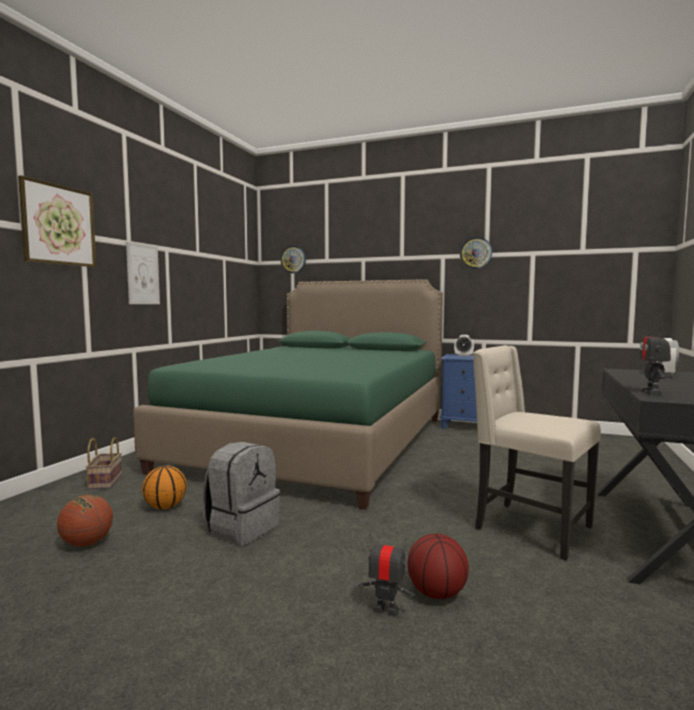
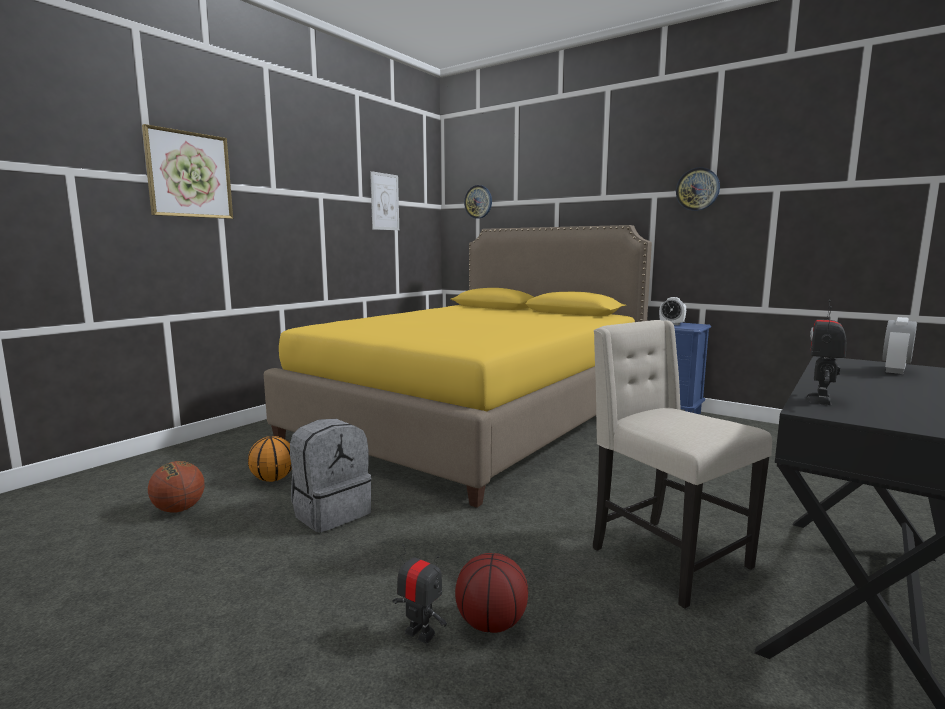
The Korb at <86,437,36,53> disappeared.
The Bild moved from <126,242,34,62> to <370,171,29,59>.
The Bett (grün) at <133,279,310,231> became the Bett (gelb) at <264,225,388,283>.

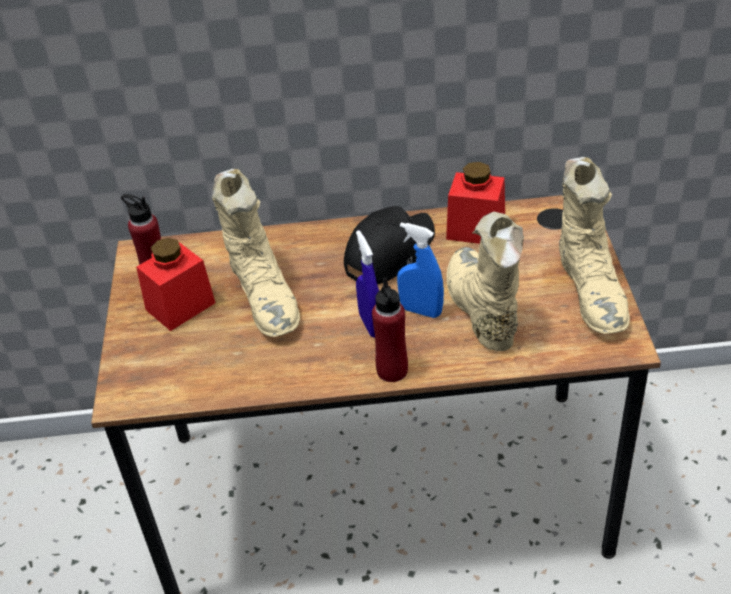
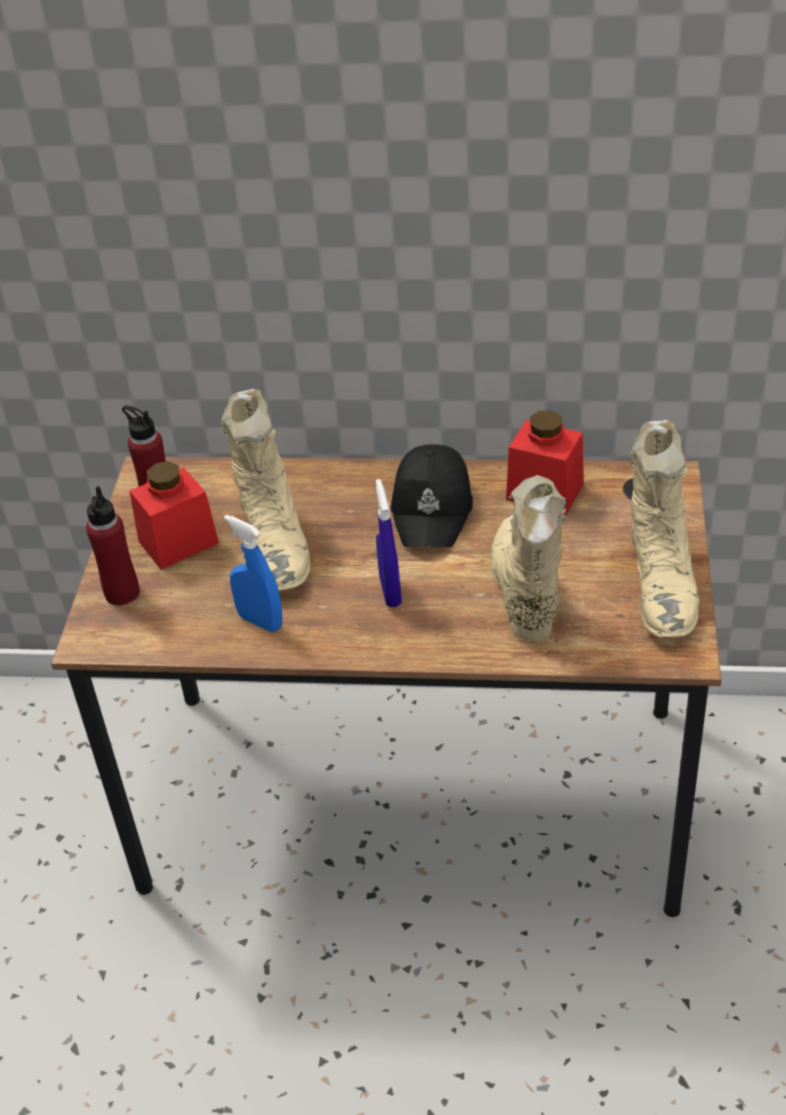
The Flasche (rot) moved from <372,278,36,104> to <86,487,54,118>.
The Sprühflasche (blau) moved from <397,222,47,96> to <224,515,58,117>.
The Kappe (schwarz) at <344,206,91,78> turned 135 degrees clockwise.

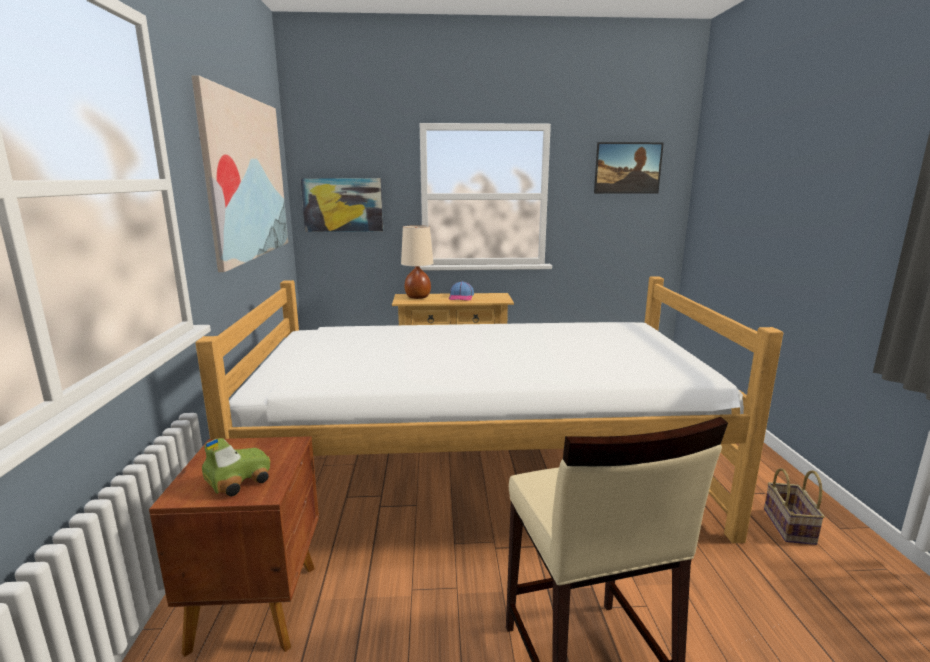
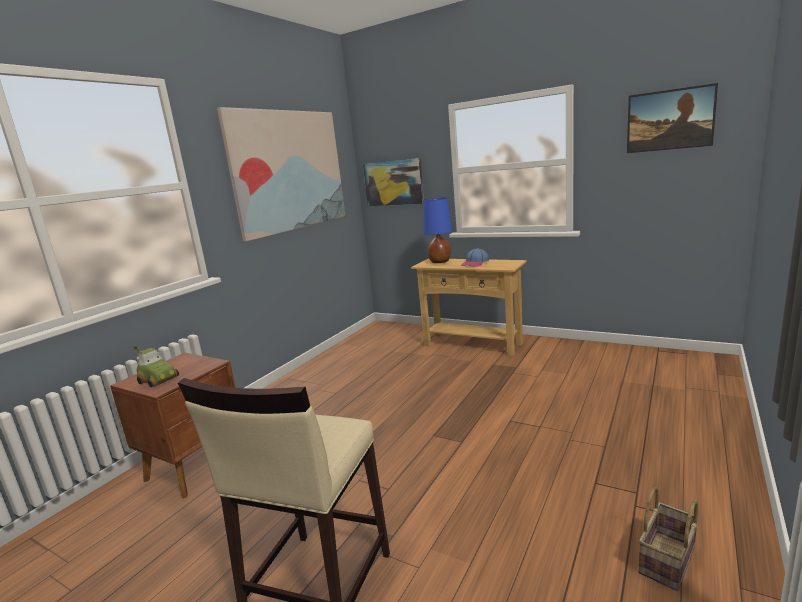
The Bett at <195,277,588,266> disappeared.
The Tischlampe (beige) at <401,225,33,74> became the Tischlampe (blau) at <423,198,29,65>.
The Spielzeugauto at <202,438,69,58> turned 45 degrees clockwise.

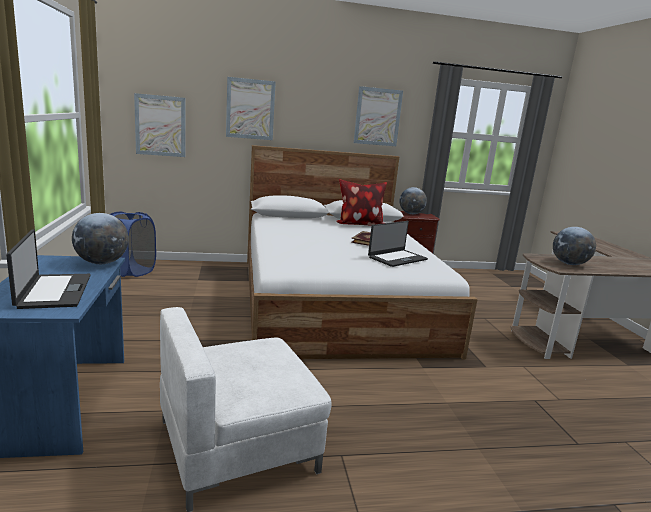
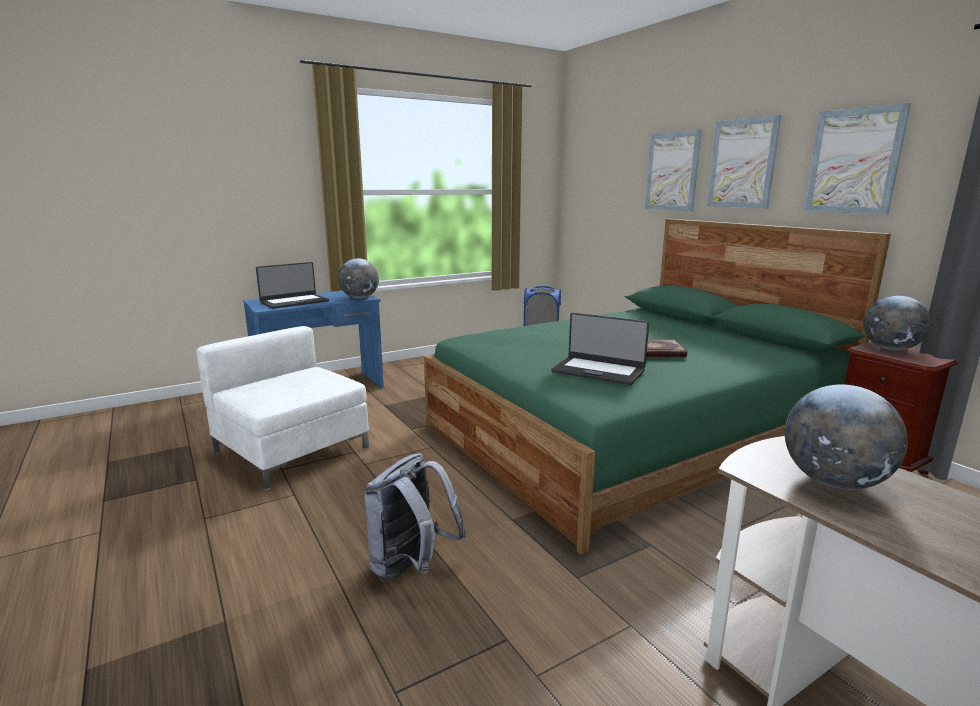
The Kissen at <337,179,50,47> disappeared.
The Rucksack (grau) at <365,453,101,127> appeared.
The Bild moved from <134,93,51,64> to <707,115,74,93>.
The Bett (weiß) at <247,145,231,214> became the Bett (grün) at <424,219,467,336>.

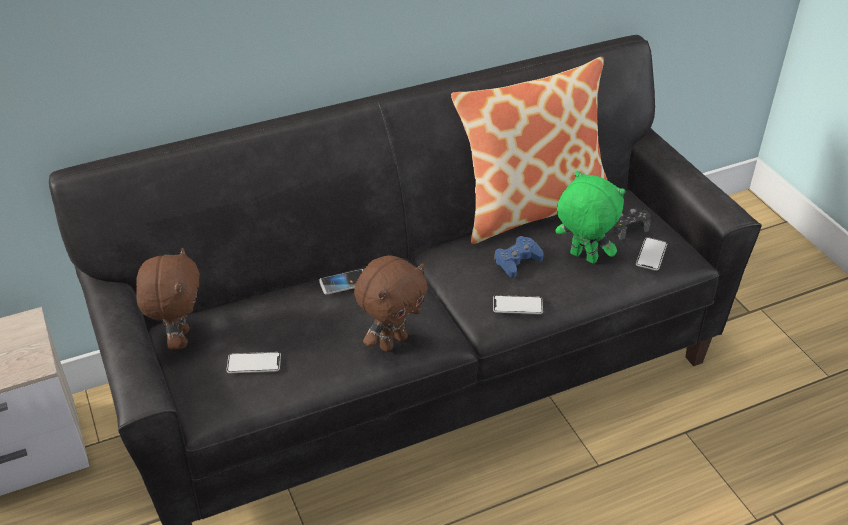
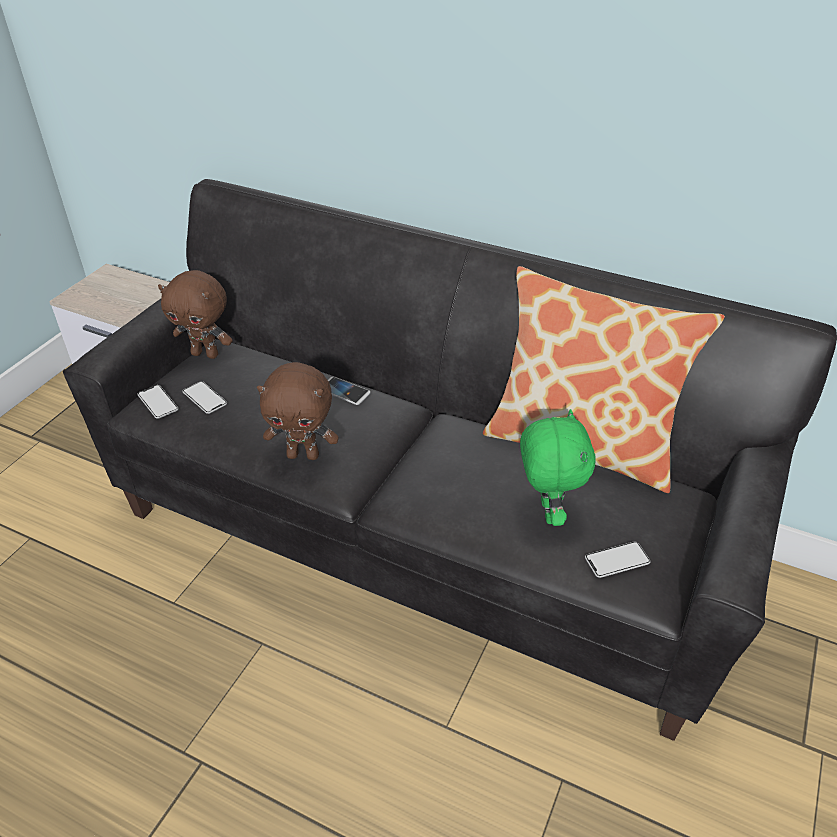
The Gamepad (blau) at <494,236,50,42> disappeared.
The Gamepad (schwarz) at <610,208,41,32> disappeared.
The Handy moved from <493,295,50,19> to <138,385,40,34>.
The Plüschtier (braun) at <136,247,64,102> turned 60 degrees clockwise.

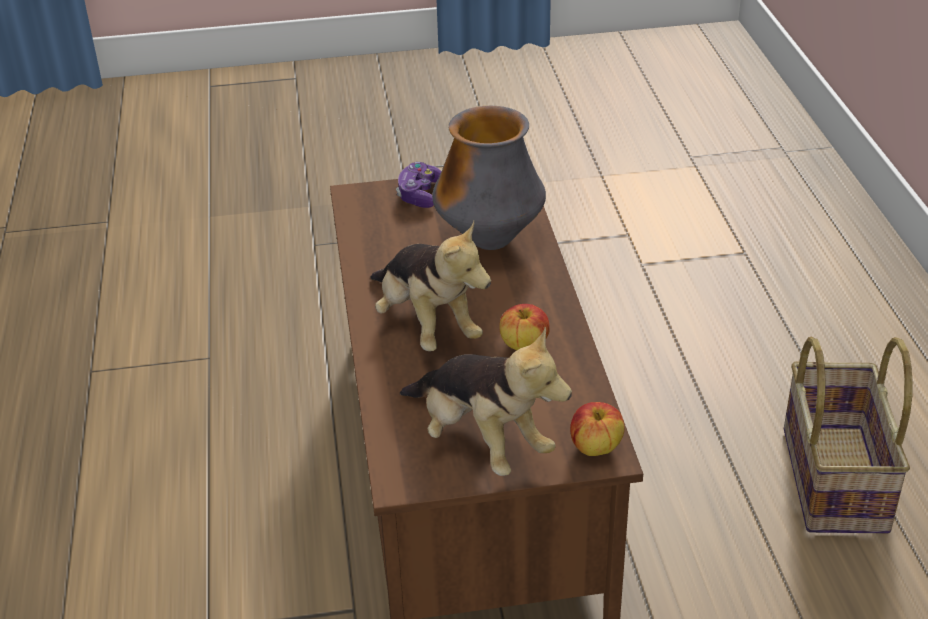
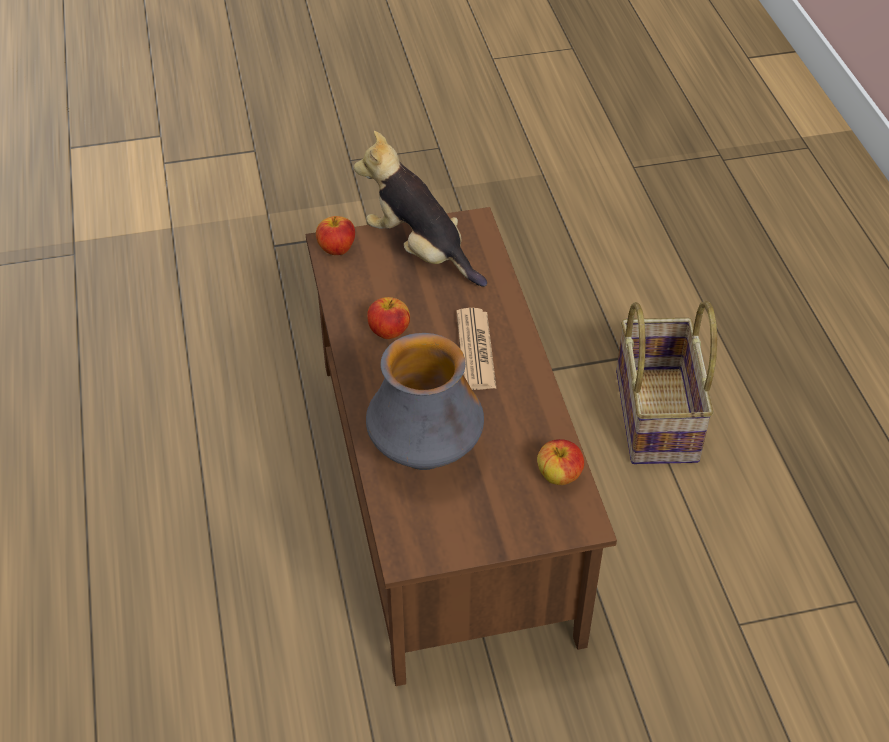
The Gamepad at <396,162,45,46> disappeared.
The Apfel at <537,439,47,46> appeared.
The Korb moved from <784,337,129,196> to <616,300,101,164>.
The Plüschtier at <370,221,121,130> was replaced by the Zeitung at <456,308,40,82>.

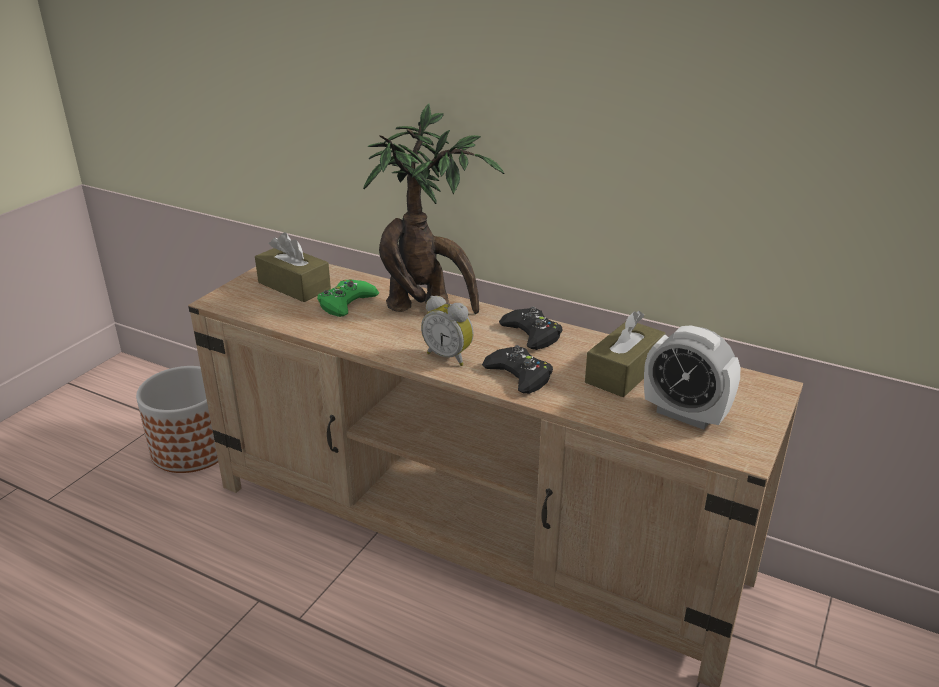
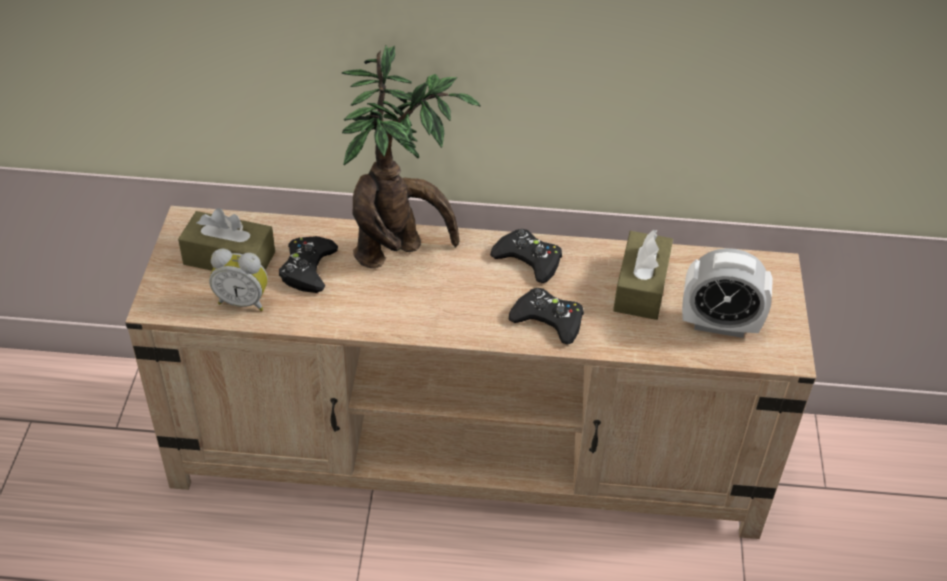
The Pflanzkübel at <136,366,82,107> disappeared.
The Wecker moved from <421,296,53,70> to <209,249,59,62>.
The Gamepad (grün) at <317,279,62,38> became the Gamepad (schwarz) at <279,236,59,57>.

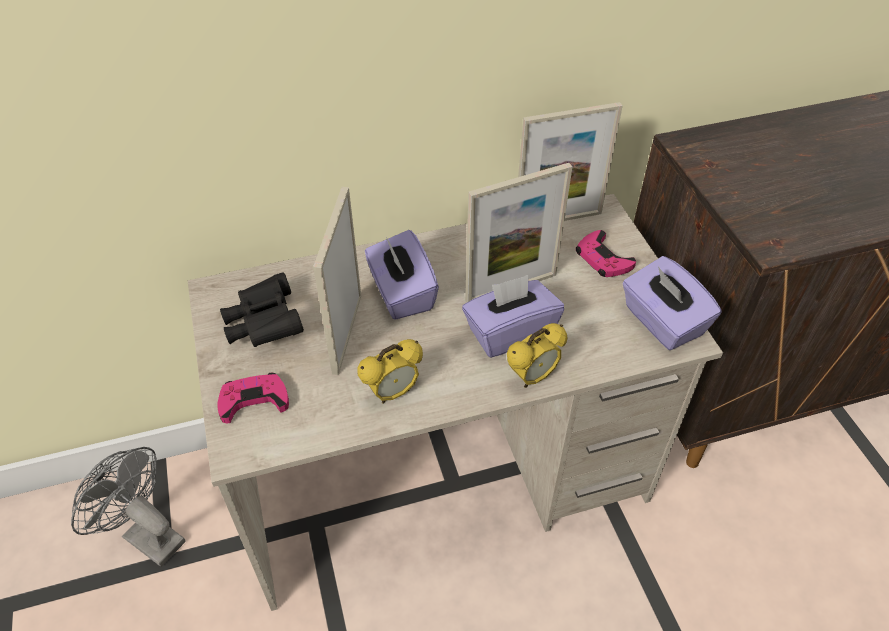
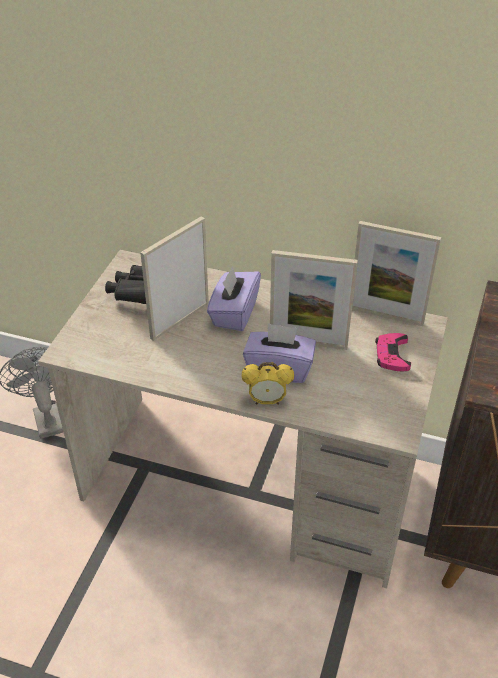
The Gamepad (rosa) at <217,373,72,50> disappeared.
The Wecker at <358,339,65,65> disappeared.
The Taschentuchbox (lila) at <622,256,100,94> disappeared.

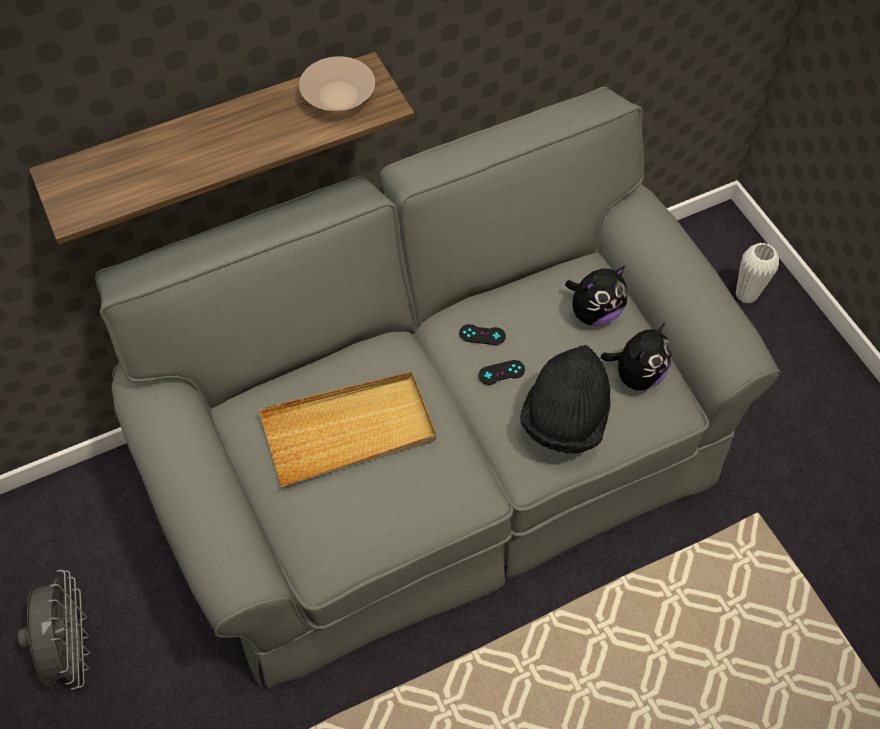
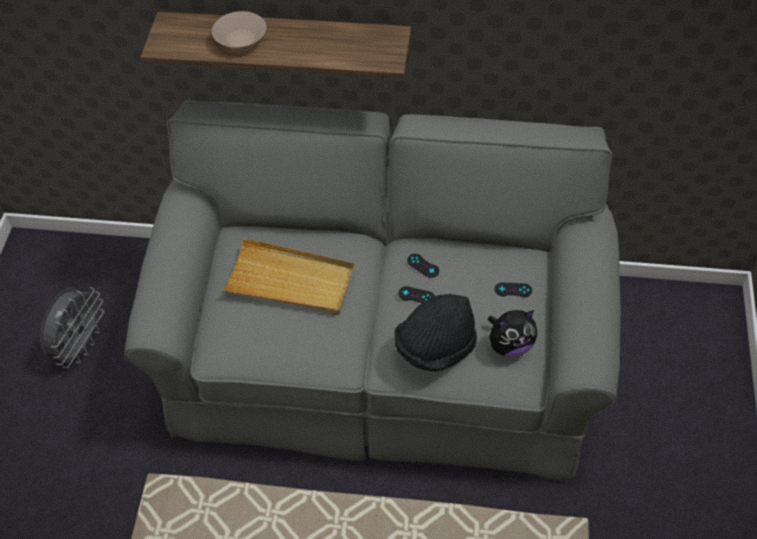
The Vase (weiß) at <736,243,43,60> disappeared.
The Schüssel (beige) moved from <299,56,76,55> to <212,11,54,38>.
The Plüschtier at <565,266,63,60> was replaced by the Gamepad (schwarz) at <495,282,37,15>.

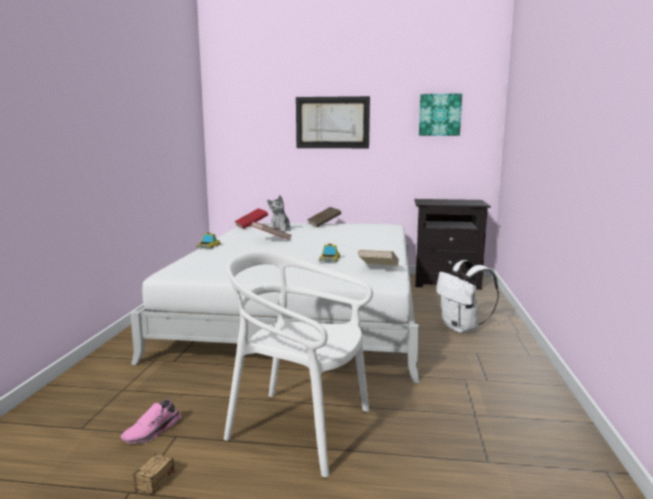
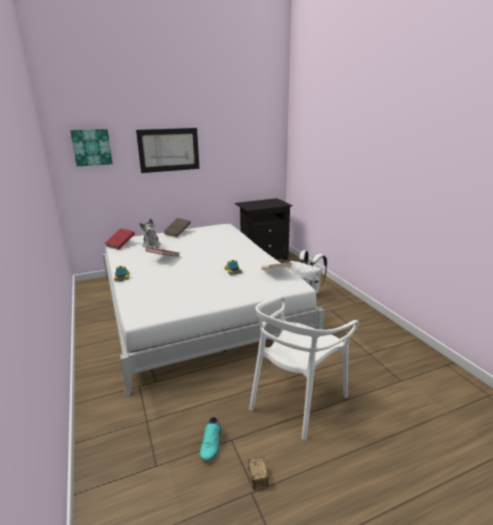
The Bild moved from <419,93,43,43> to <70,129,43,37>.
The Schuh (rosa) at <121,399,60,45> became the Schuh (türkis) at <200,417,22,44>.
The Stuhl (weiß) at <224,251,149,226> turned 45 degrees counterclockwise.

